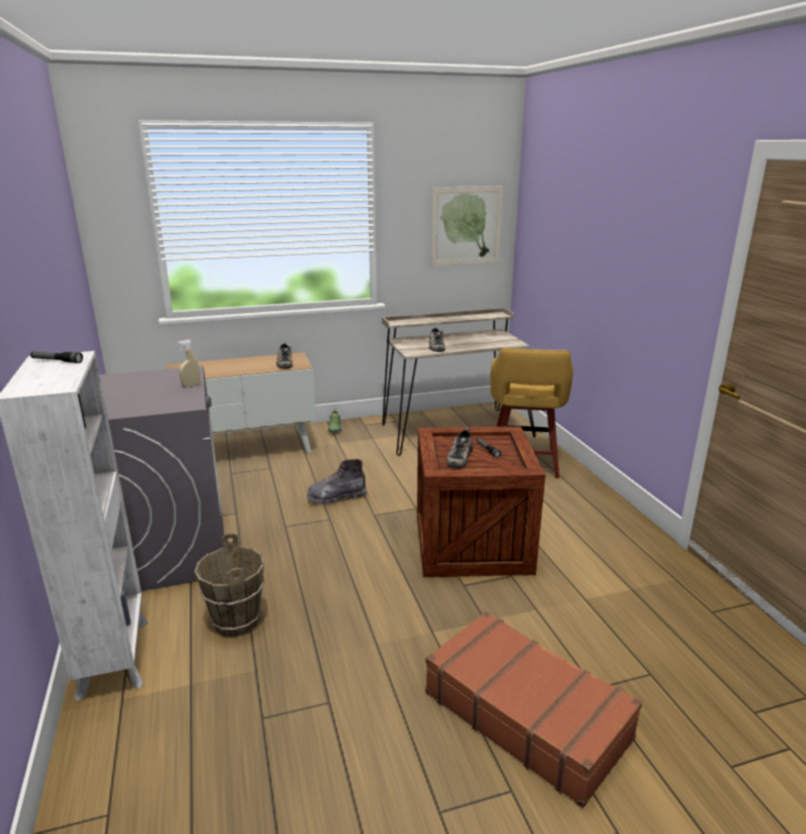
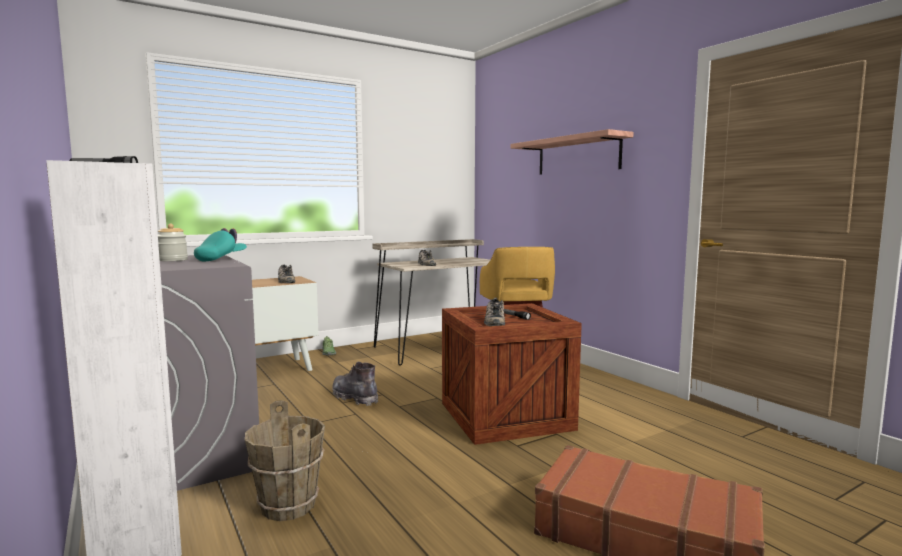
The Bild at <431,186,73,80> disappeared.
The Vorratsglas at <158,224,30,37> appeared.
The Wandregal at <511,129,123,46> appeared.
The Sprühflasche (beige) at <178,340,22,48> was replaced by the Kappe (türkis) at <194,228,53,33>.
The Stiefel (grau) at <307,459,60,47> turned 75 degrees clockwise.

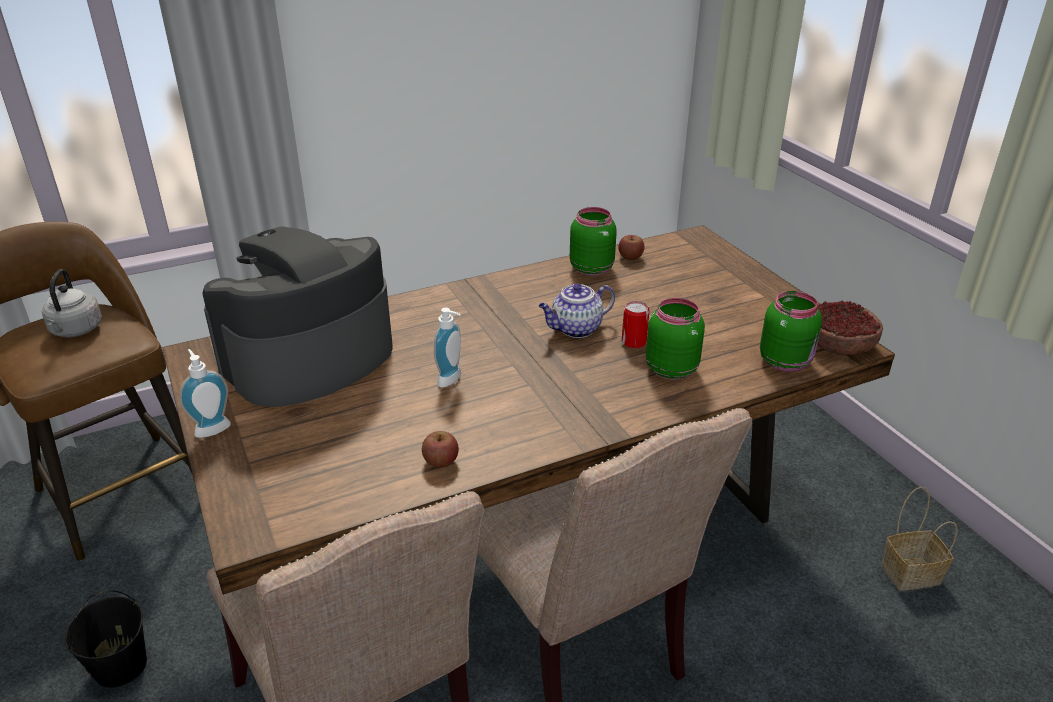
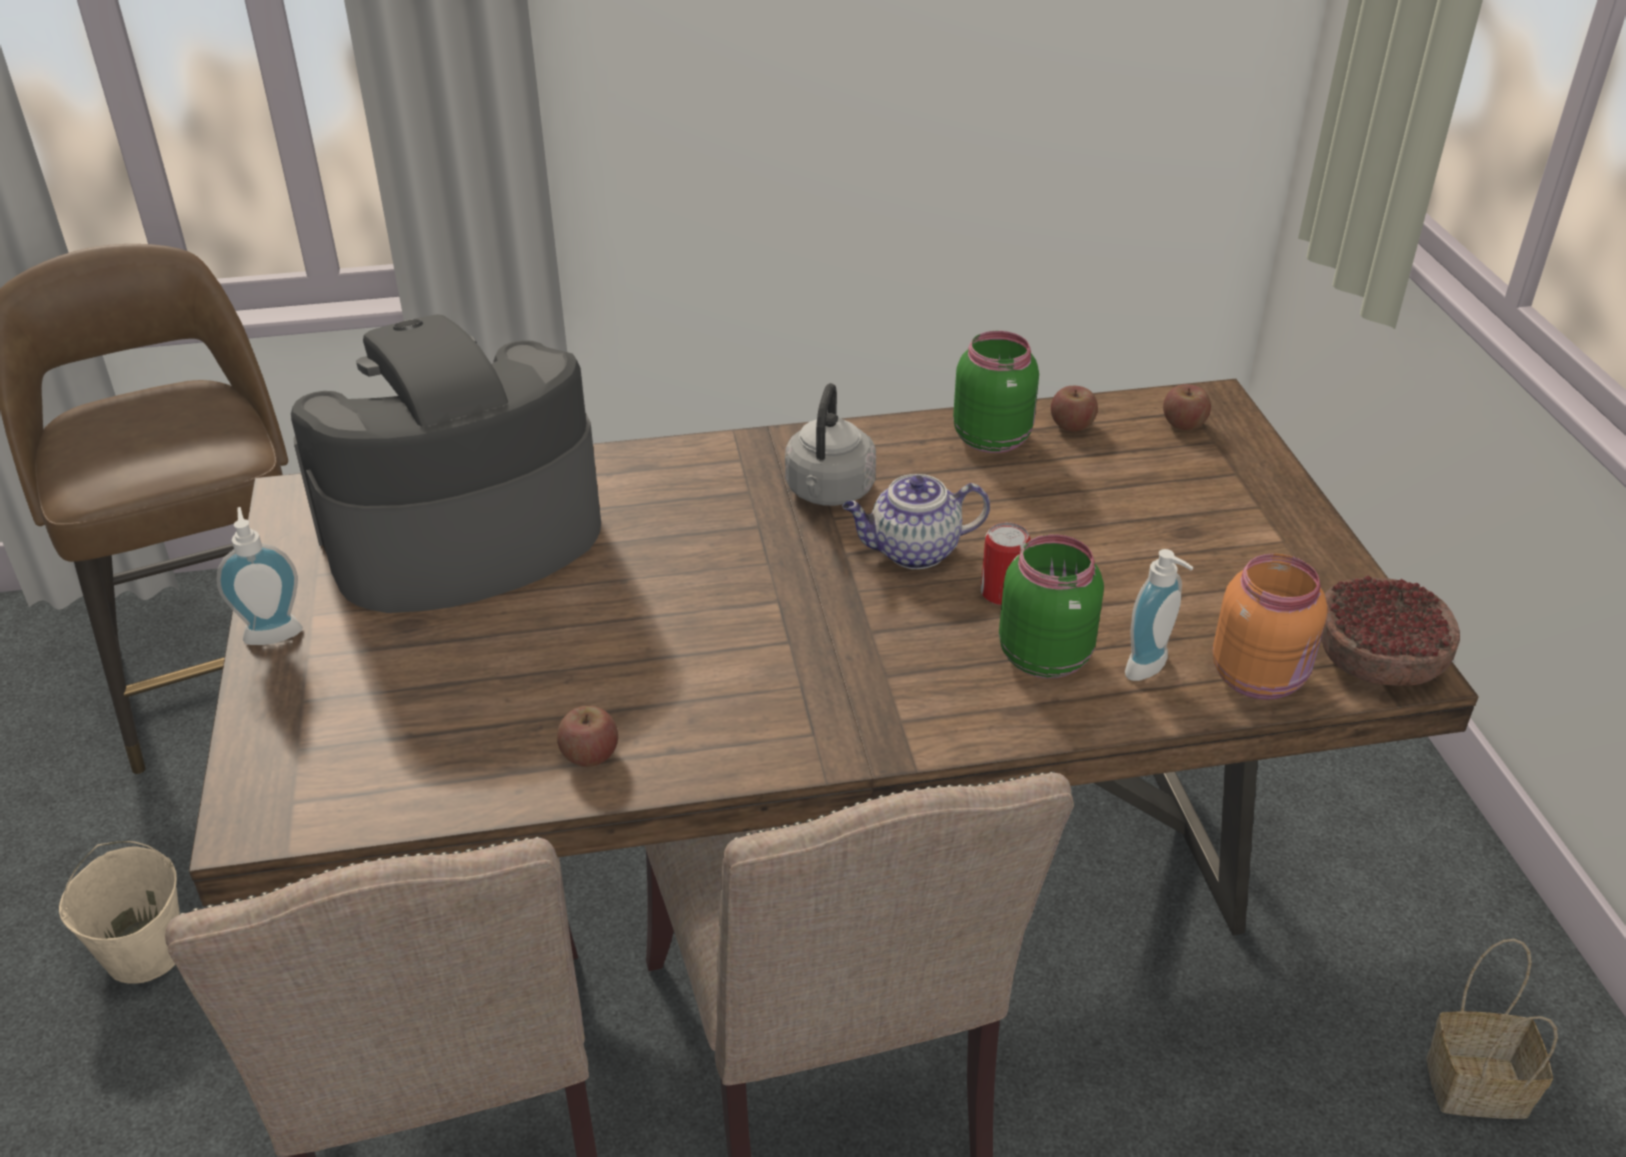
The Apfel at <1163,384,48,46> appeared.
The Wasserkessel (grau) moved from <42,269,60,68> to <785,383,91,123>.
The Seifenspender moved from <434,308,27,80> to <1125,549,69,132>.
The Eimer (schwarz) at <65,590,82,98> became the Eimer (beige) at <59,841,121,143>.
The Vorratsglas (grün) at <760,291,62,81> became the Vorratsglas (orange) at <1213,553,115,147>.

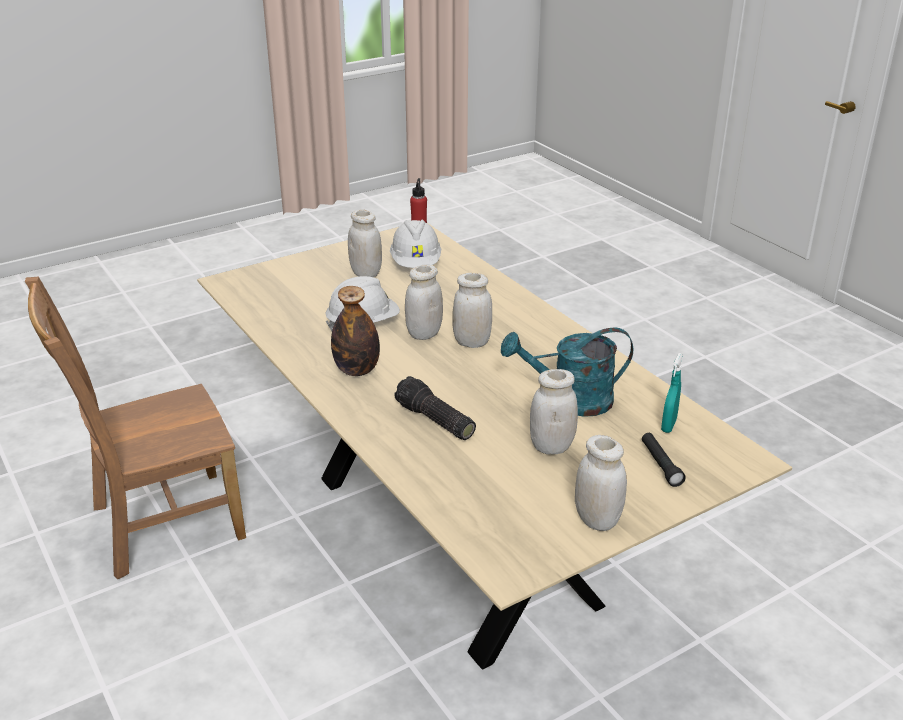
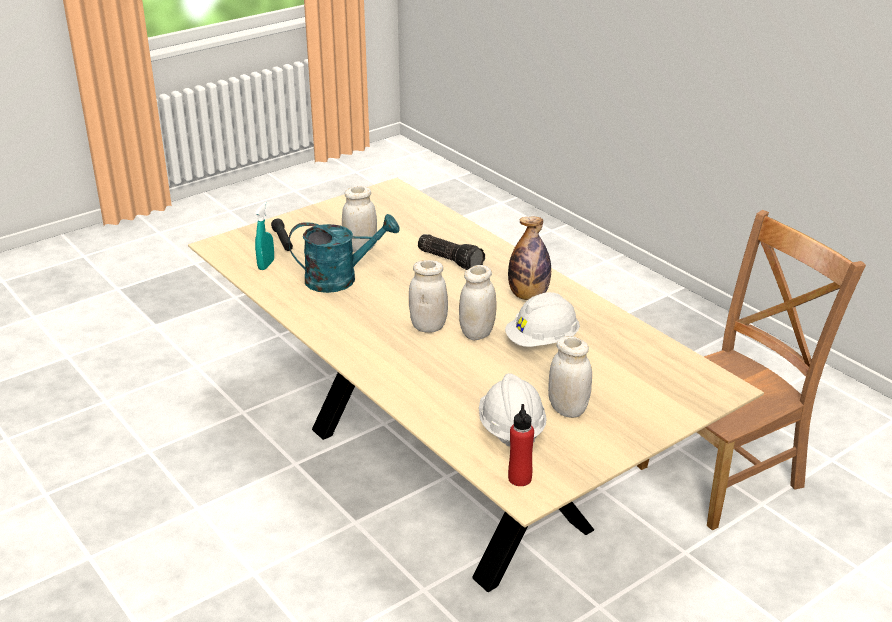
The Vorratsglas (weiß) at <575,435,52,96> disappeared.

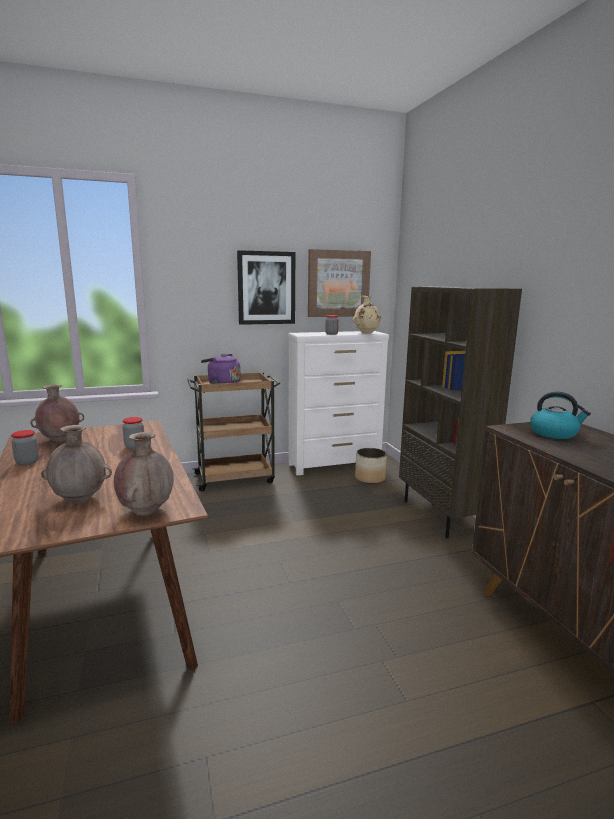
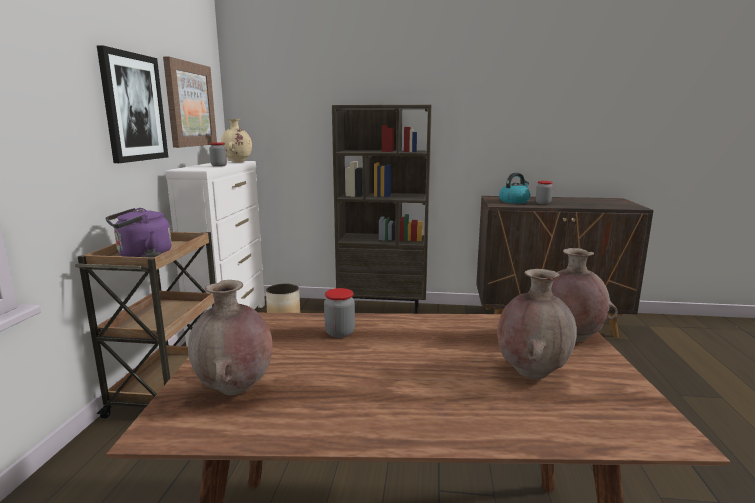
The Vorratsglas moved from <11,430,28,35> to <536,181,17,23>.

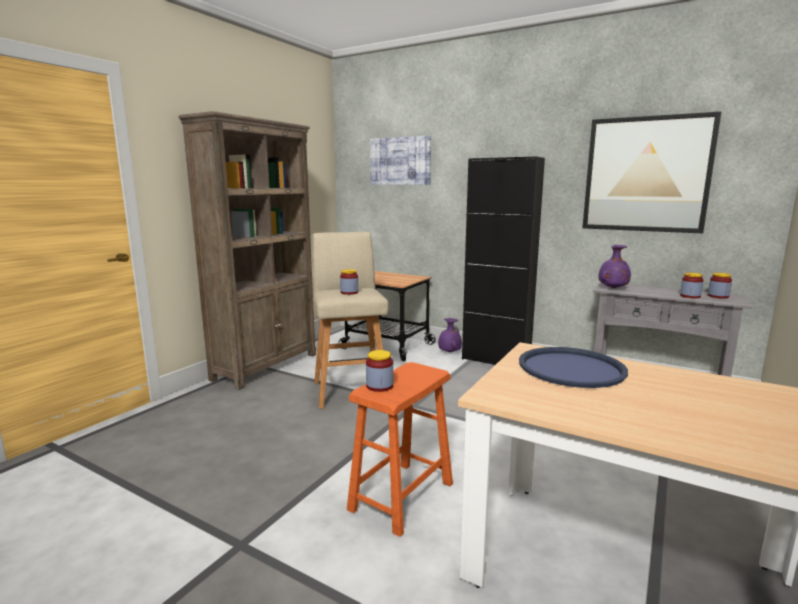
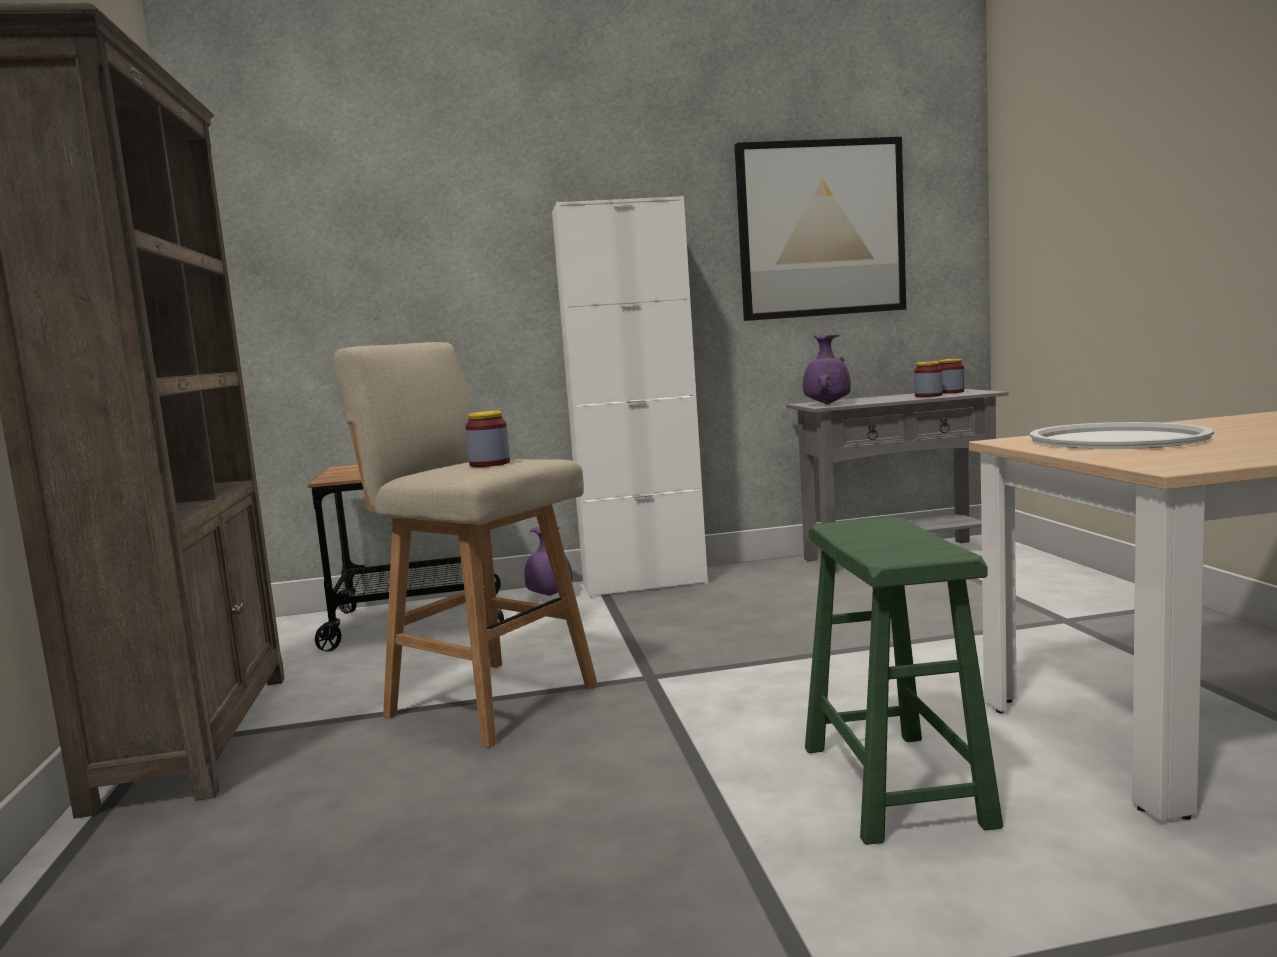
The Vorratsglas at <366,350,27,42> disappeared.
The Bild at <370,136,61,49> disappeared.
The Hocker (orange) at <347,362,106,175> became the Hocker (grün) at <805,517,198,328>.
The Schrank (schwarz) at <462,156,83,209> became the Schrank (weiß) at <552,196,156,402>.
The Tablett (blau) at <519,347,109,41> became the Tablett (weiß) at <1030,422,184,27>.

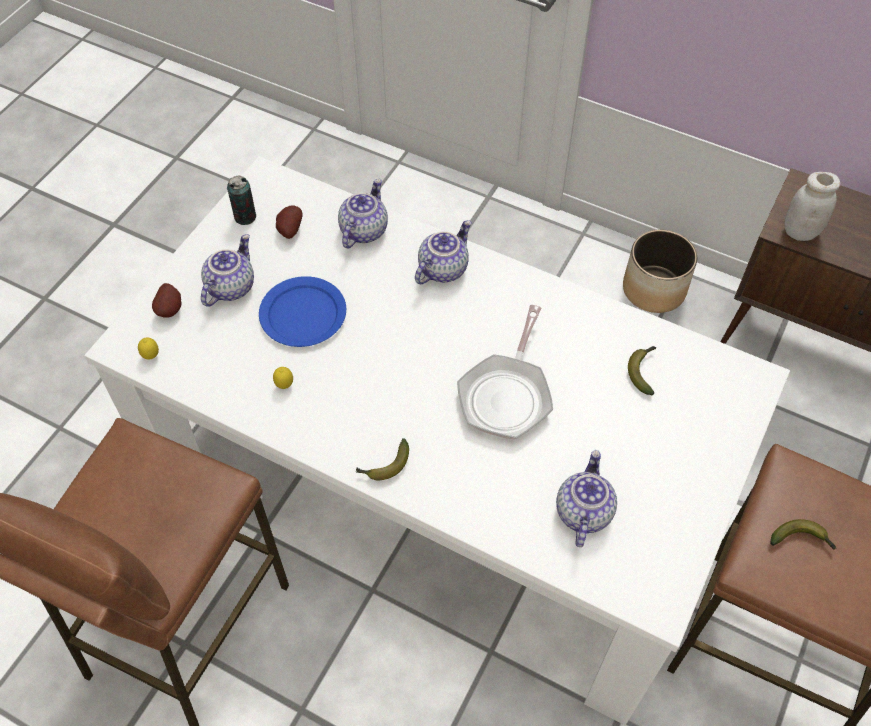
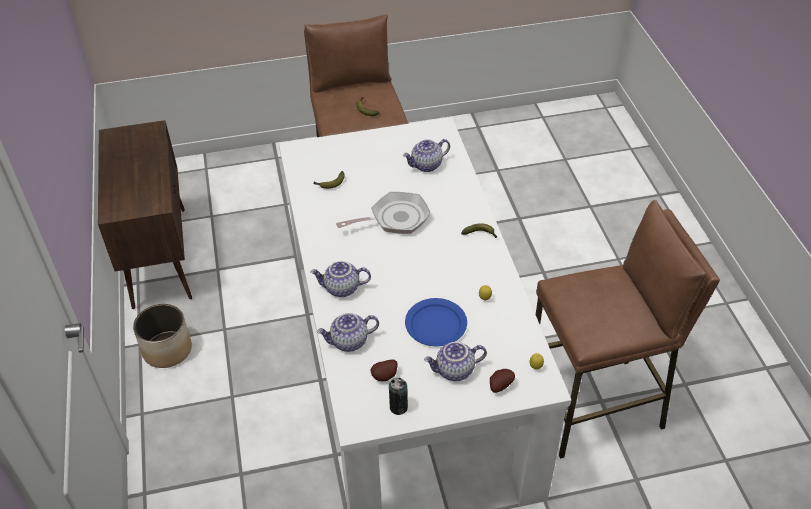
The Vorratsglas (weiß) at <784,172,56,69> disappeared.

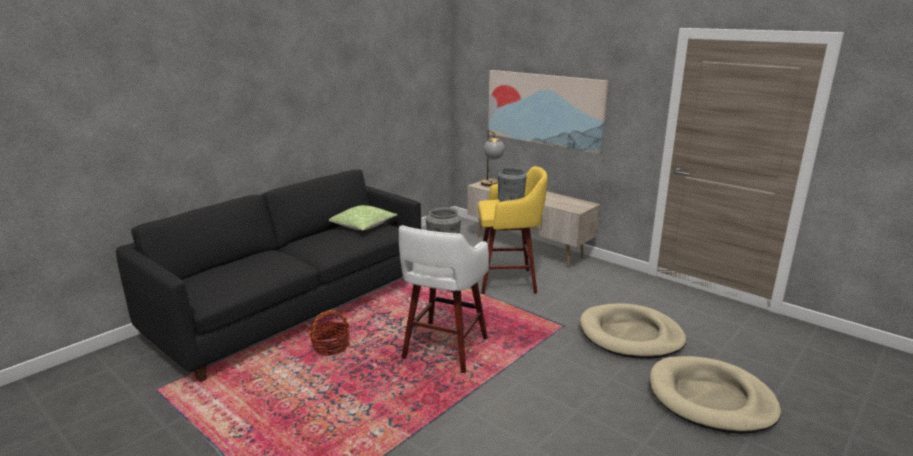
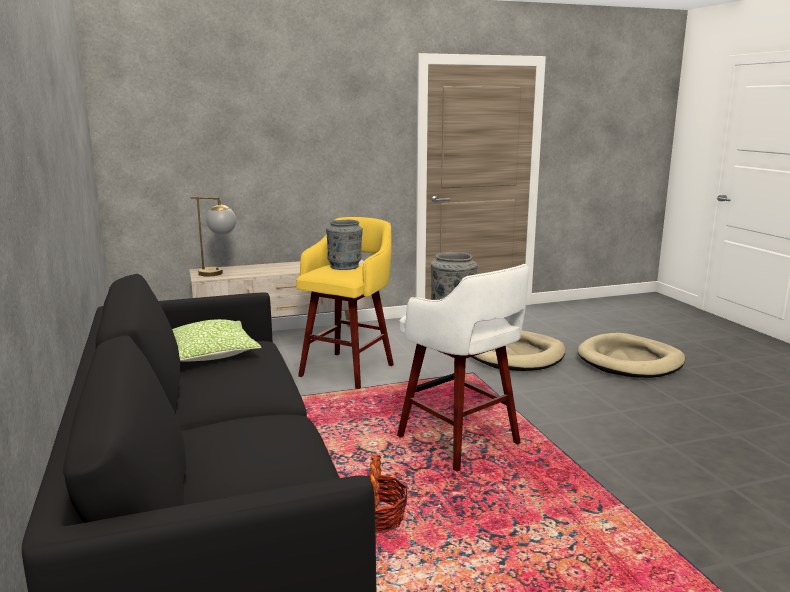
The Bild at <488,70,120,84> disappeared.

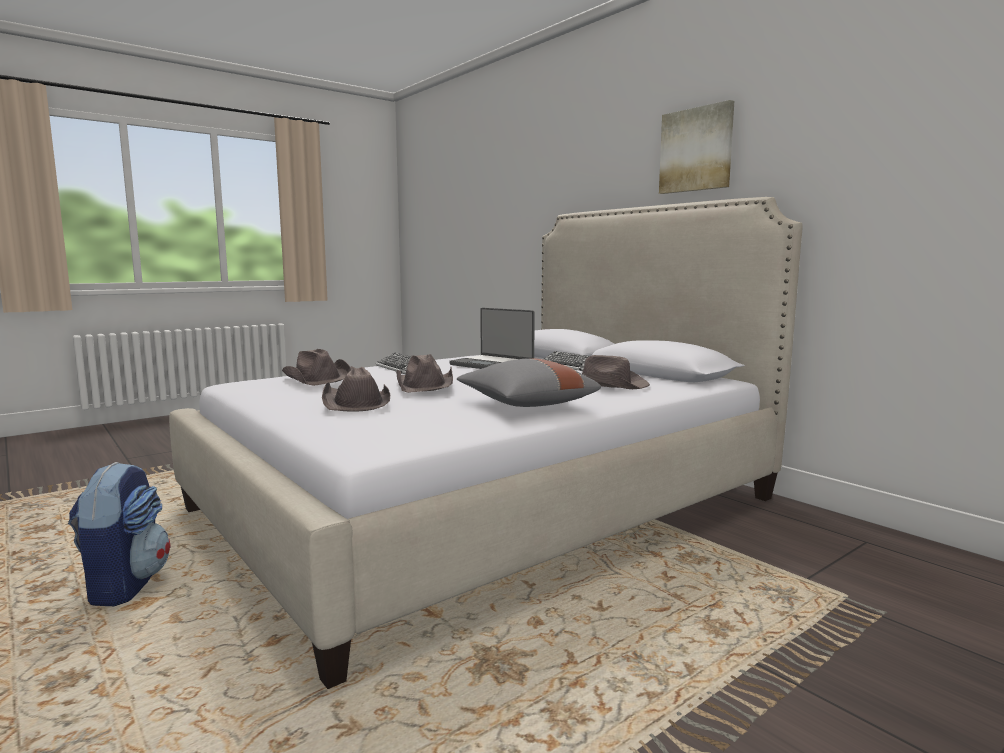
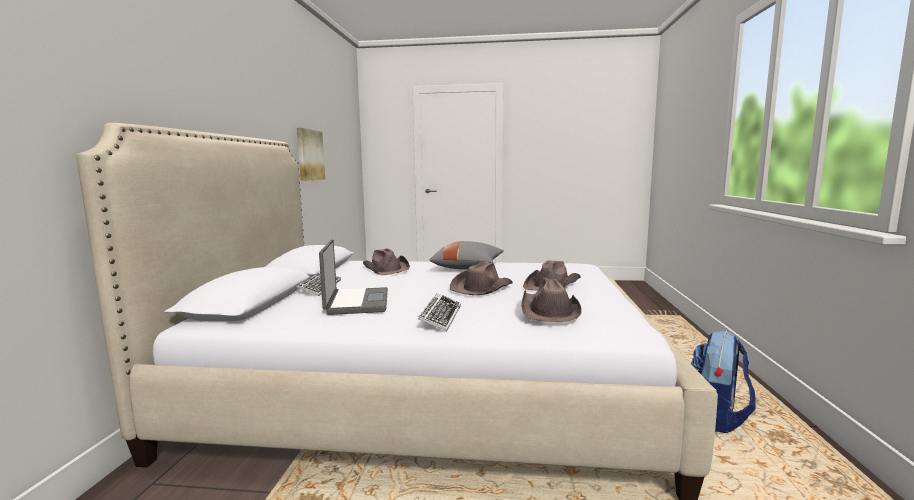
The Bild moved from <659,100,75,94> to <297,128,28,53>.

